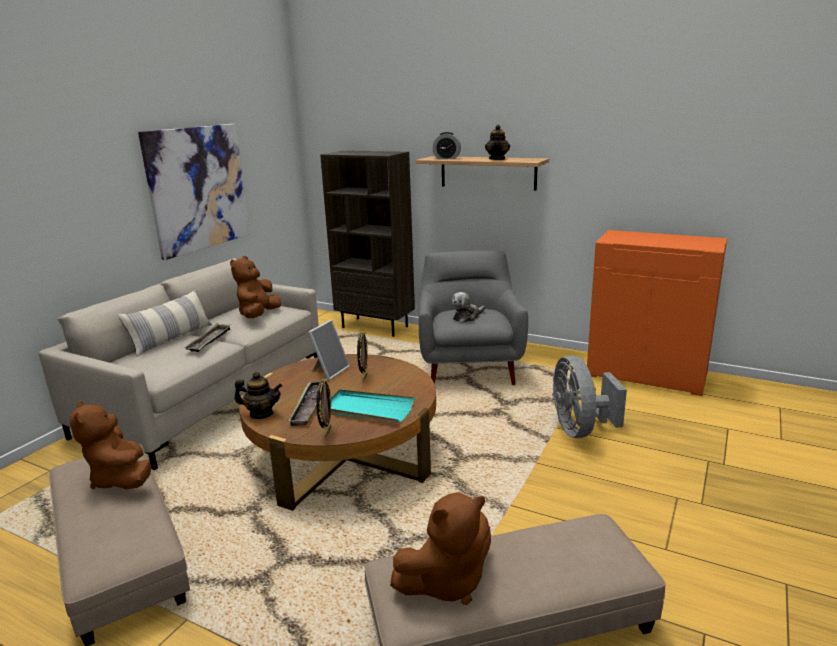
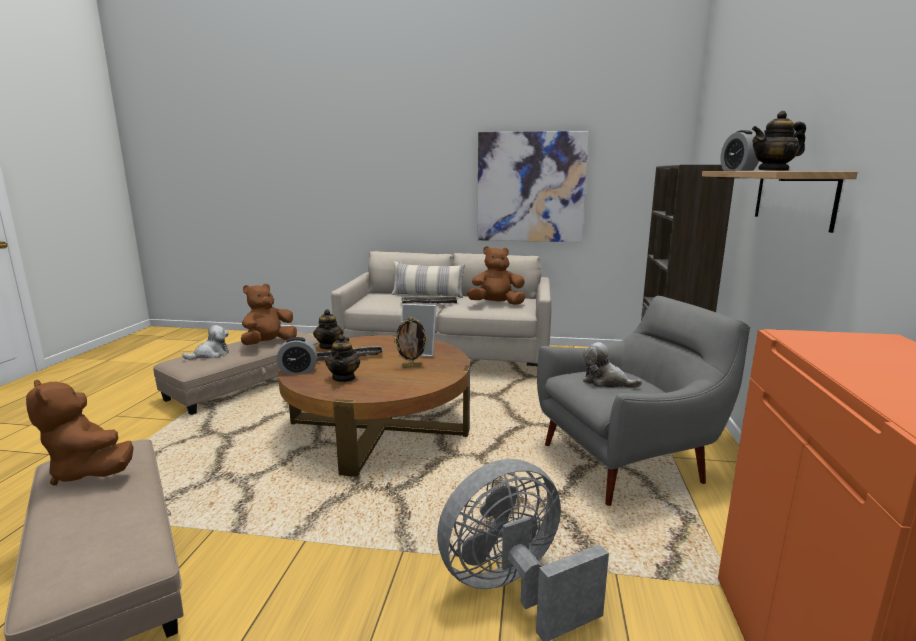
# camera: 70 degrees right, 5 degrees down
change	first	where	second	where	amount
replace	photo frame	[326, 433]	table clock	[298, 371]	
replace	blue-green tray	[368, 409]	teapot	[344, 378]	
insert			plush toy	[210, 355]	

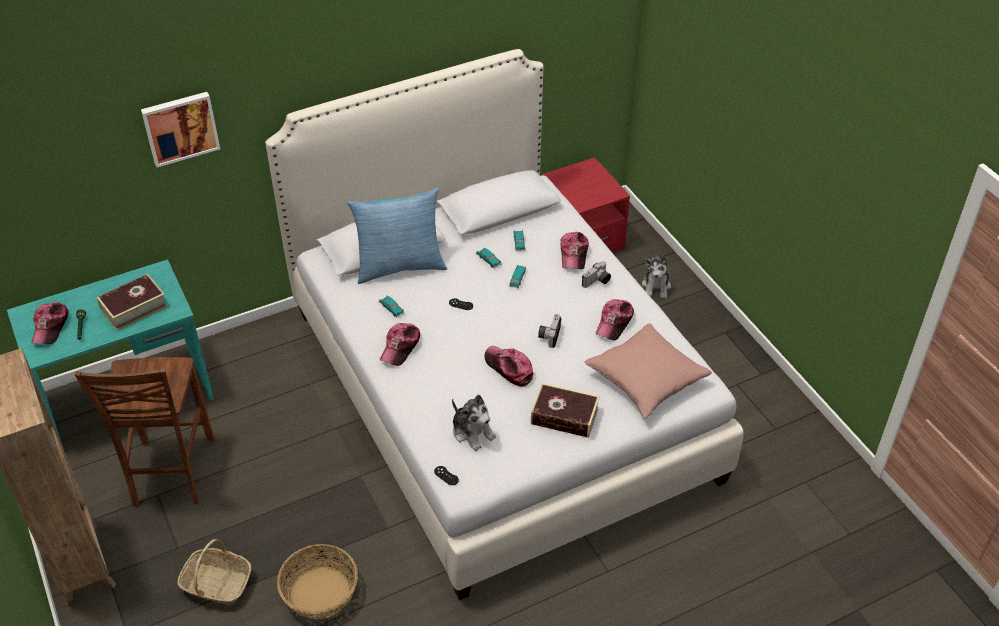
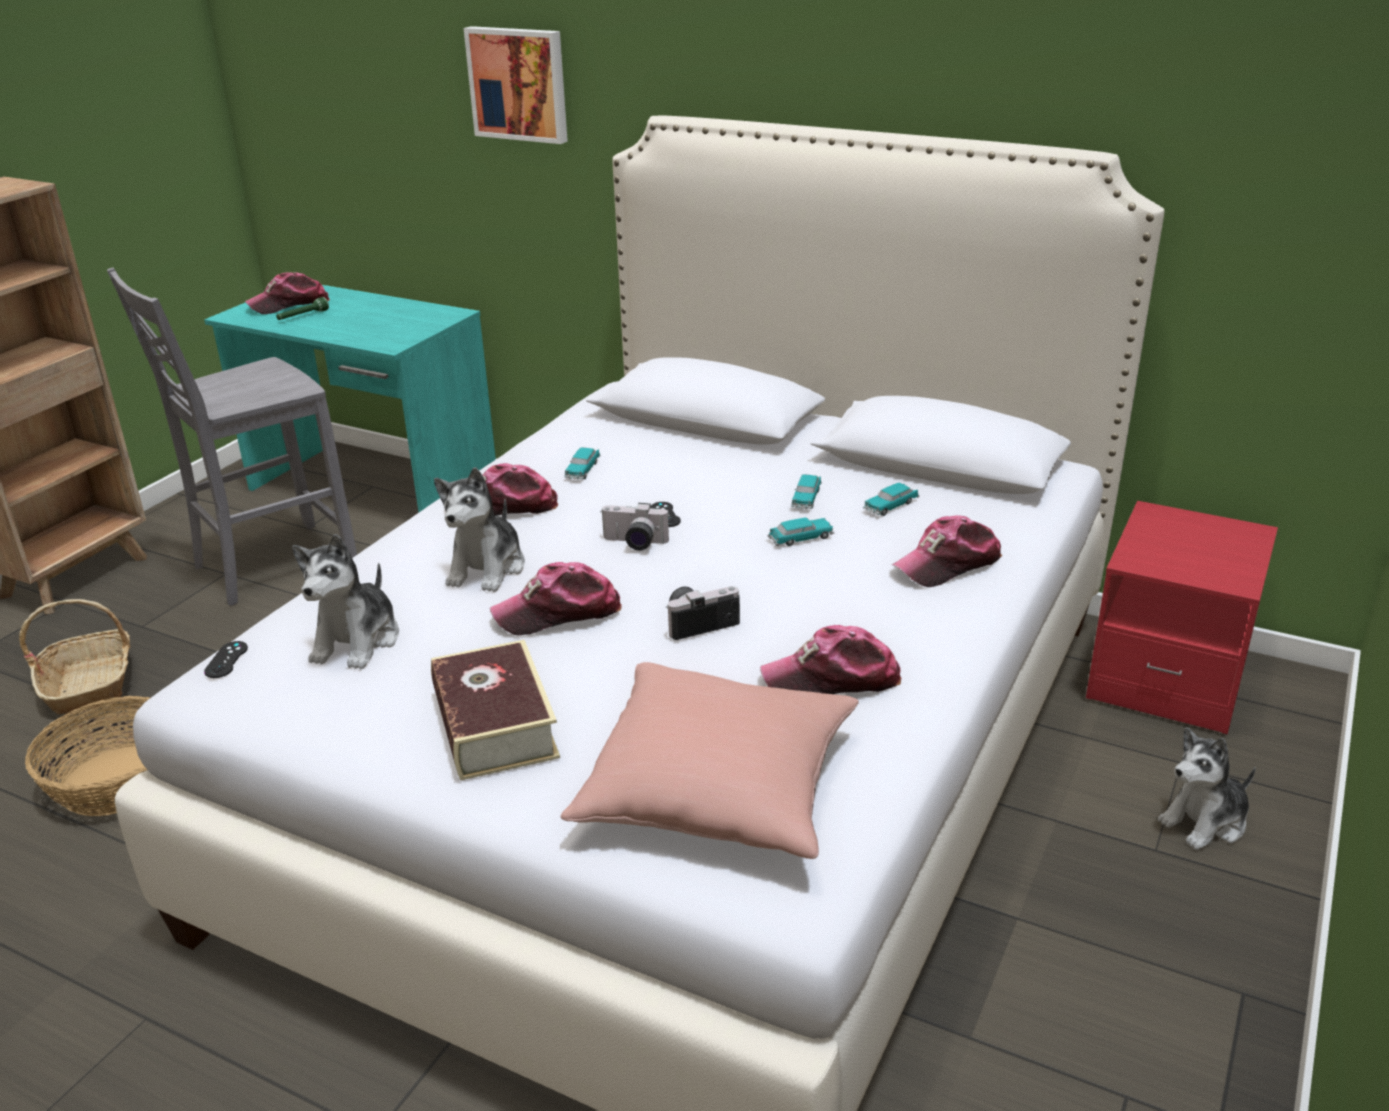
# camera: 55 degrees right, 15 degrees down
change	first	where	second	where	amount
recolor	brown plain chair	[171, 473]	greyish plain chair	[270, 565]	
delete	bound book	[134, 307]			
delete	throw pillow	[400, 266]			
rotate	cap	[509, 368]		[558, 613]	120 degrees counterclockwise
move	still camera	[597, 282]		[634, 543]	
insert			plush toy	[487, 568]	

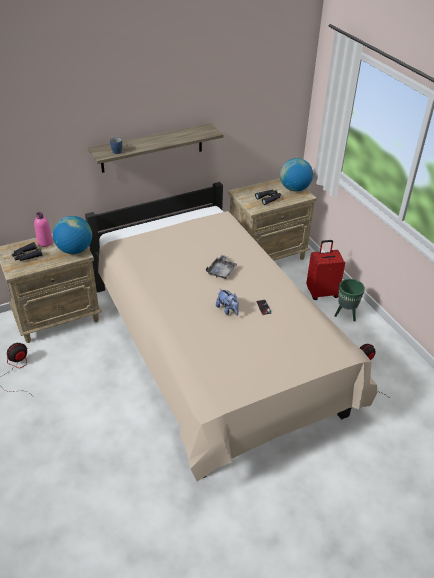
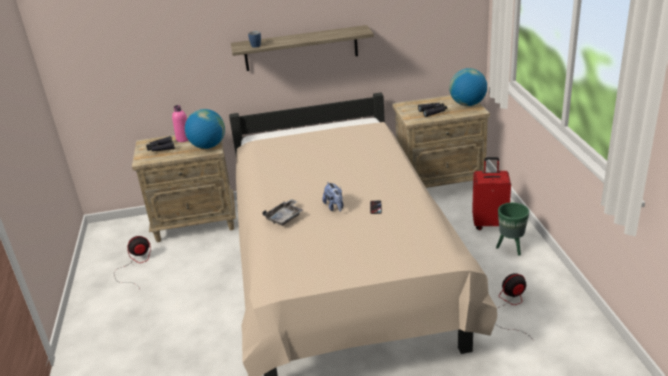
# camera: 20 degrees right, 10 degrees down
change	first	where	second	where	amount
move	greyish tray	[221, 271]		[284, 217]	

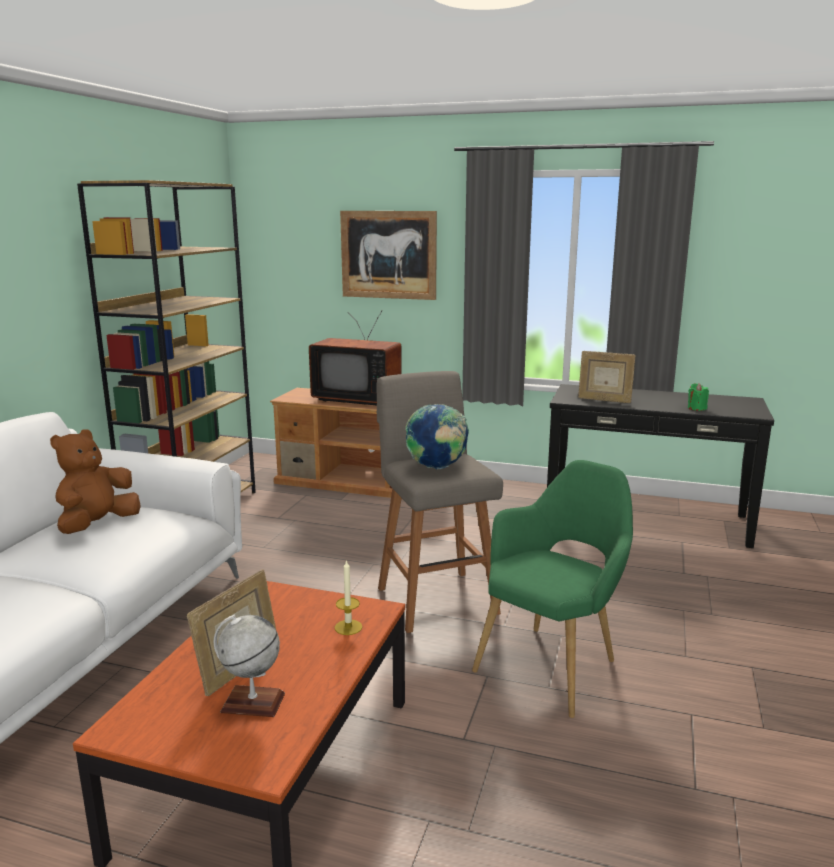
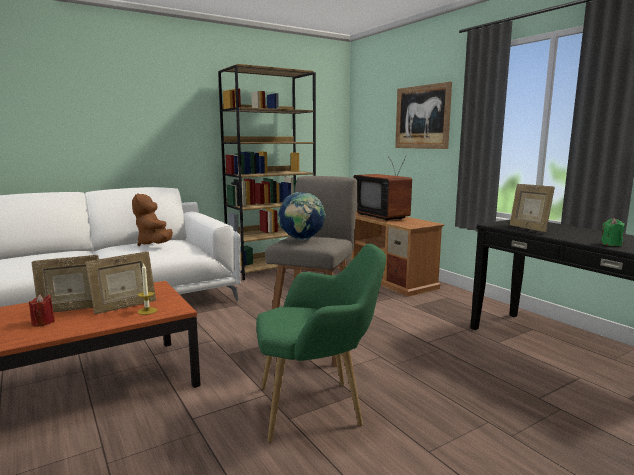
# camera: 40 degrees right, 5 degrees down
change	first	where	second	where	amount
rotate	brown plush toy	[97, 525]		[155, 244]	90 degrees counterclockwise
replace	world globe	[252, 703]	red wax candle	[43, 323]	
insert			photo frame	[124, 307]	

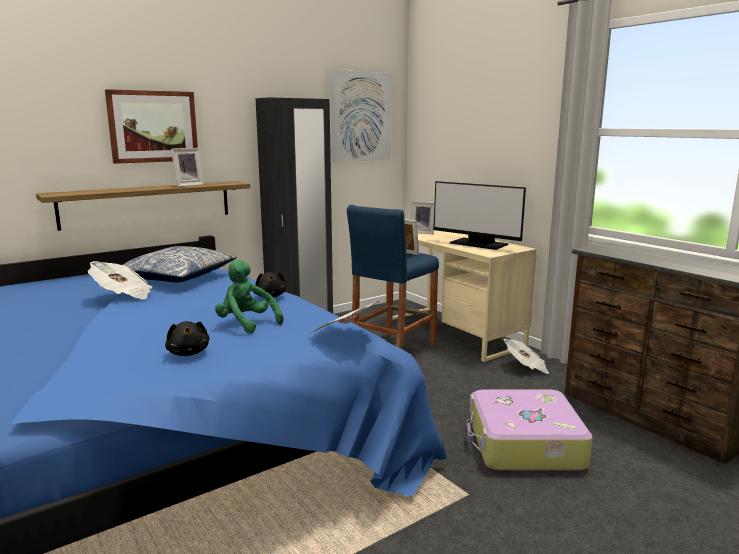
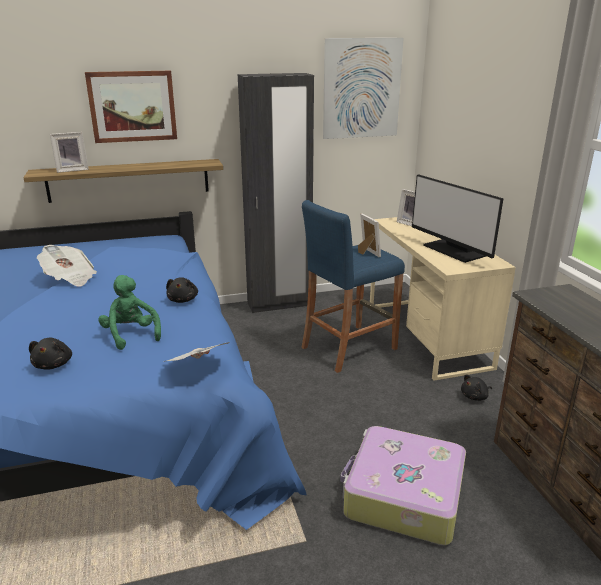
# camera: 20 degrees right, 10 degrees up
change	first	where	second	where	amount
delete	throw pillow	[178, 276]			
move	photo frame	[188, 185]		[72, 170]	
replace	newspaper	[526, 367]	black plush toy	[475, 397]	

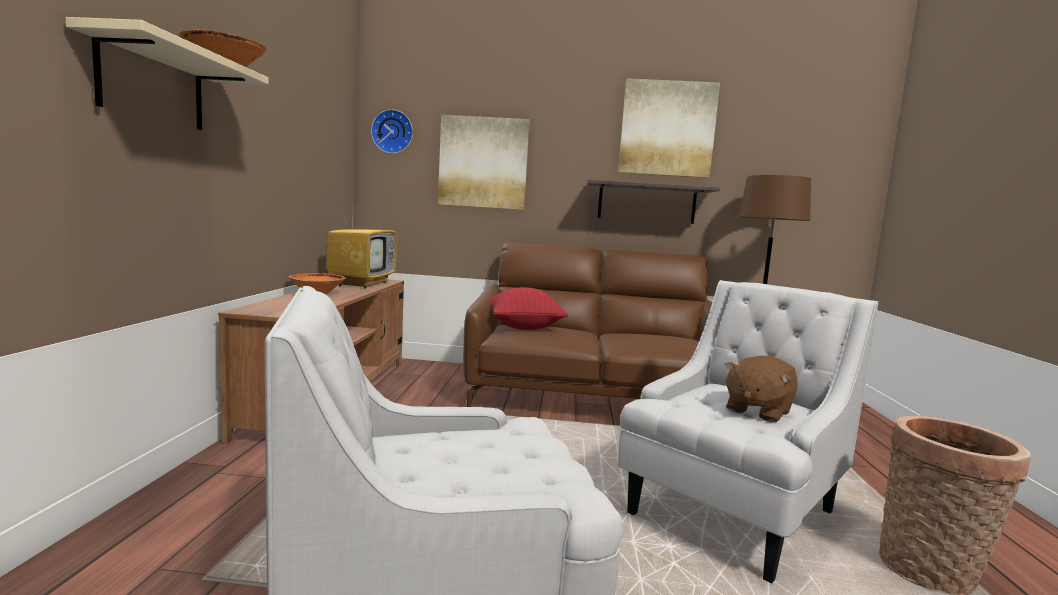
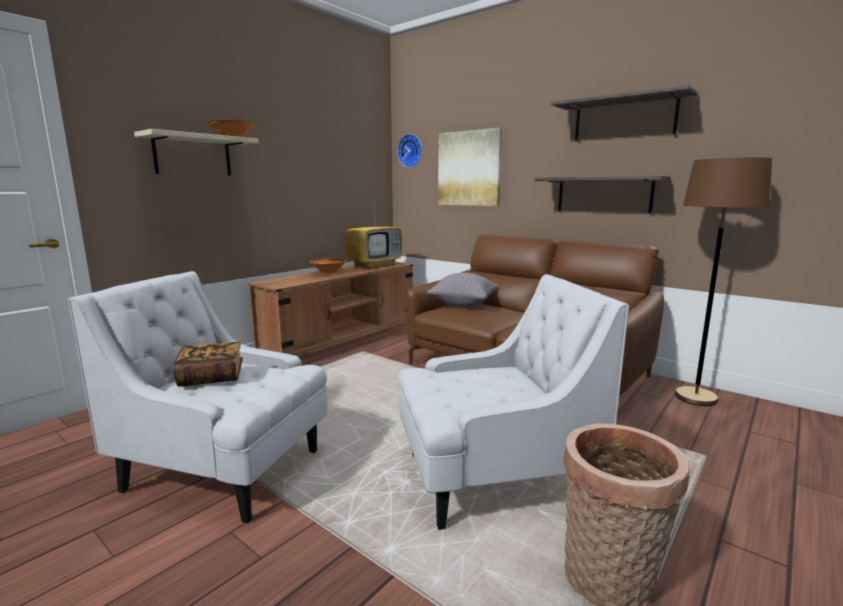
# camera: 35 degrees right, 5 degrees up
change	first	where	second	where	amount
recolor	red throw pillow	[523, 327]	greyish throw pillow	[464, 305]	
replace	wall art	[667, 129]	wall shelf	[624, 118]	
delete	brown plush toy	[757, 411]			
insert			bound book	[211, 377]	

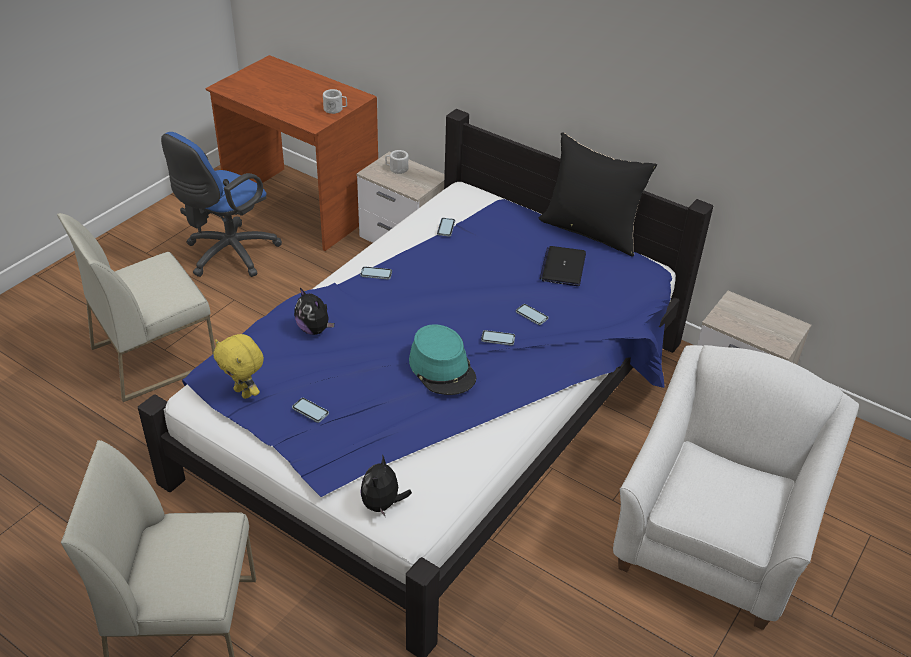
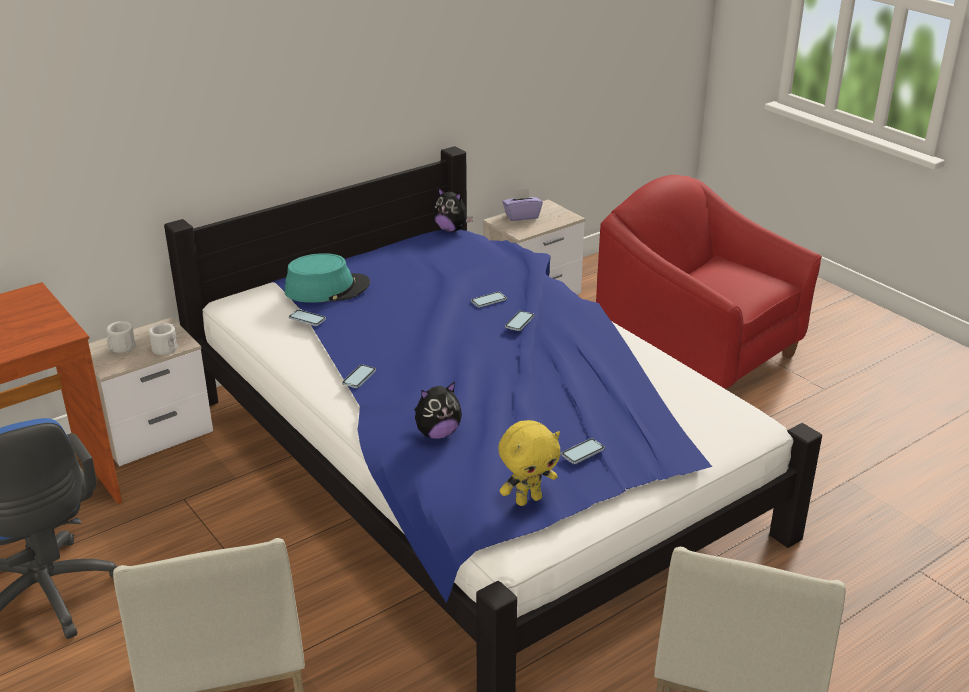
# camera: 70 degrees left, 10 degrees down
change	first	where	second	where	amount
move	whitish tea mug	[335, 109]		[166, 347]	
move	plush toy	[382, 504]		[451, 230]	
move	blue-green wearable hat	[442, 368]		[327, 288]	
delete	black throw pillow	[591, 231]			
delete	laptop	[563, 267]			
recolor	whitish easy chair	[712, 540]	red easy chair	[698, 353]	
insert			purple-coloured box of tissues	[521, 216]	

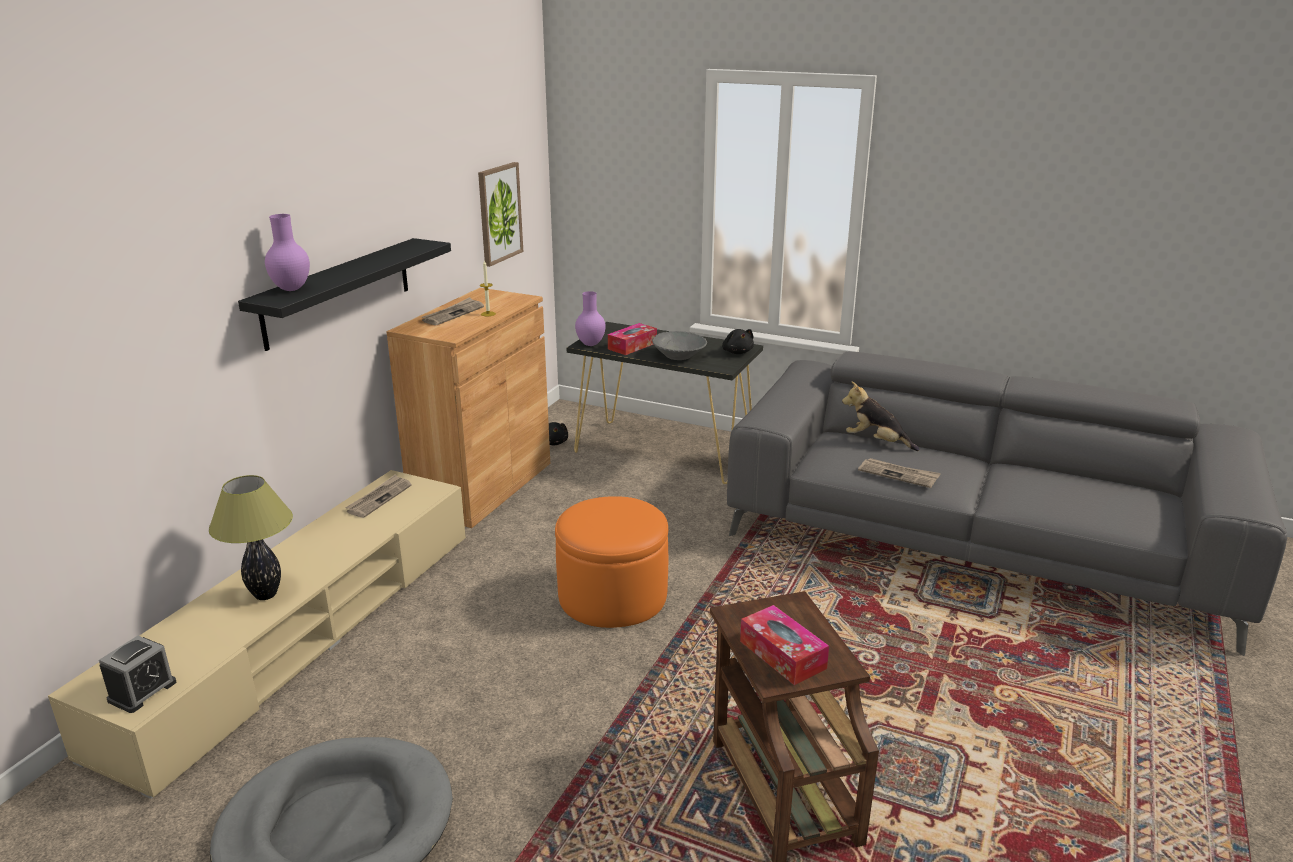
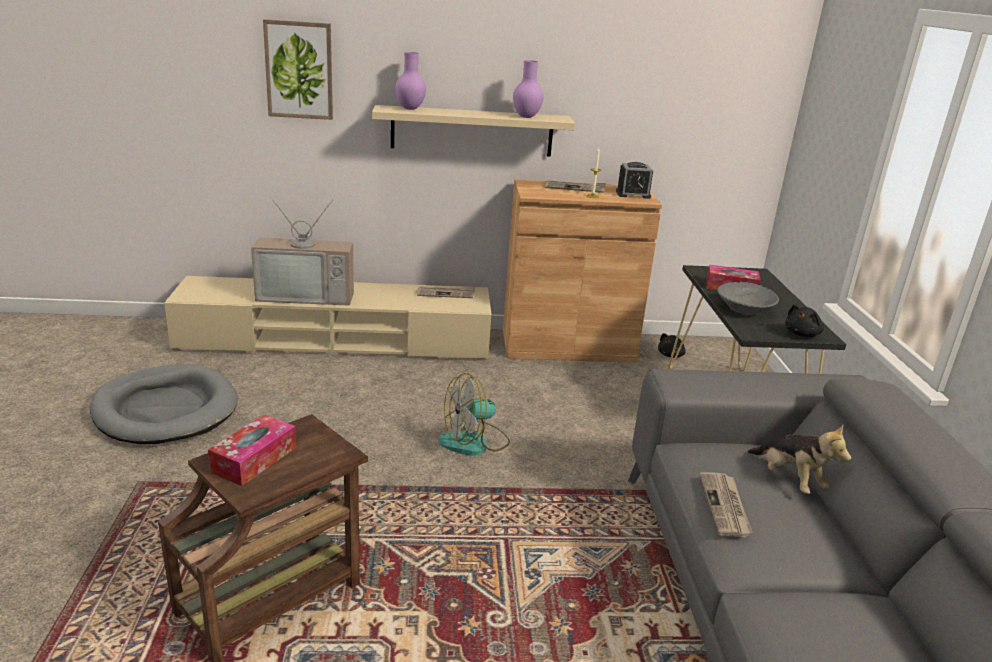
# camera: 60 degrees right, 0 degrees up
change	first	where	second	where	amount
move	table clock	[142, 691]		[633, 194]	
replace	tabletop lamp	[265, 594]	TV set	[307, 295]	
recolor	black wall shelf	[338, 292]	beige-coloured wall shelf	[472, 131]	
move	wall art	[499, 213]		[299, 70]	
replace	orangey footrest	[613, 596]	electric fan	[474, 442]	
move	purple-coloured decorative vase	[590, 344]		[526, 117]	
rotate	plush toy	[876, 442]		[790, 480]	150 degrees clockwise

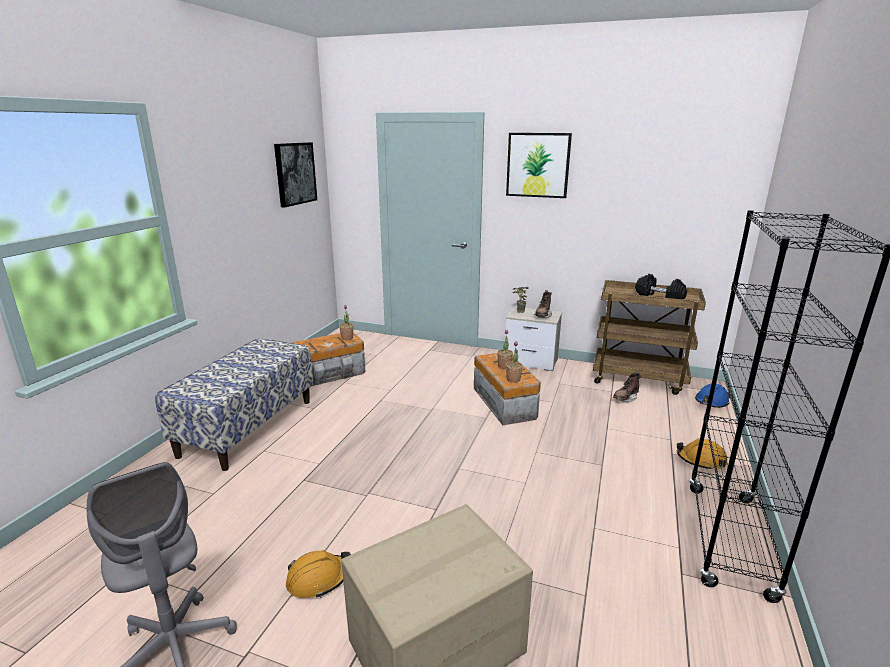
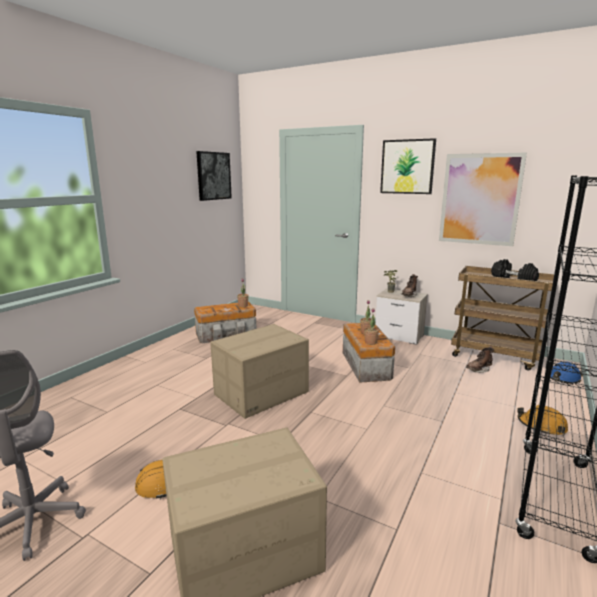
# camera: 10 degrees right, 5 degrees down
change	first	where	second	where	amount
delete	long seat	[248, 427]			
insert			carton	[261, 393]	
insert			wall art	[480, 199]	

